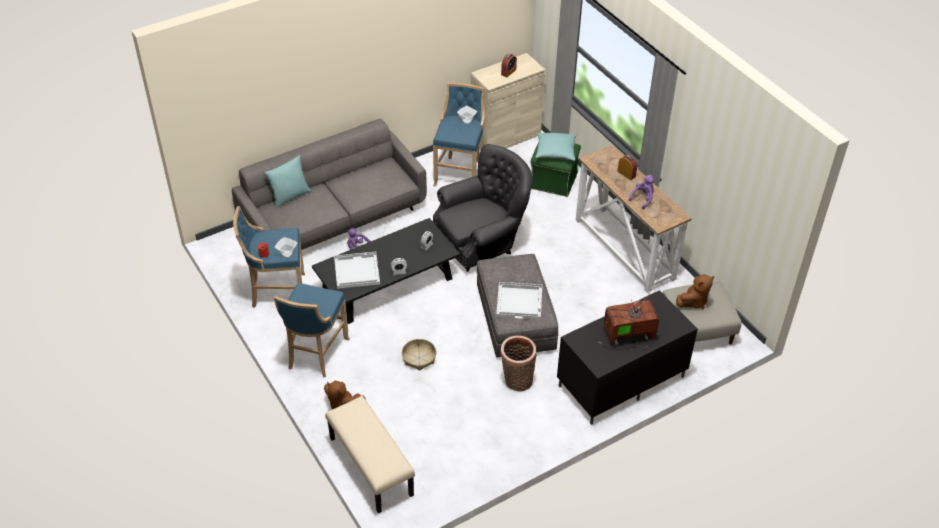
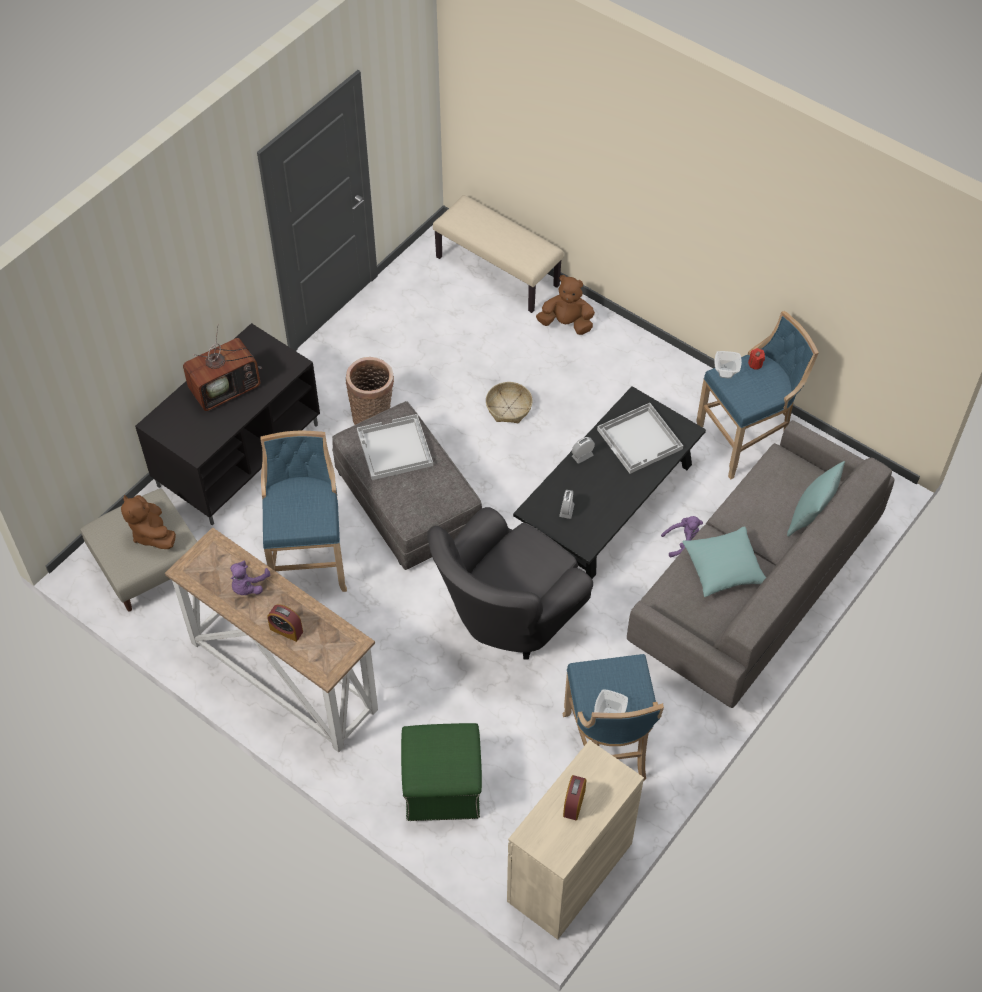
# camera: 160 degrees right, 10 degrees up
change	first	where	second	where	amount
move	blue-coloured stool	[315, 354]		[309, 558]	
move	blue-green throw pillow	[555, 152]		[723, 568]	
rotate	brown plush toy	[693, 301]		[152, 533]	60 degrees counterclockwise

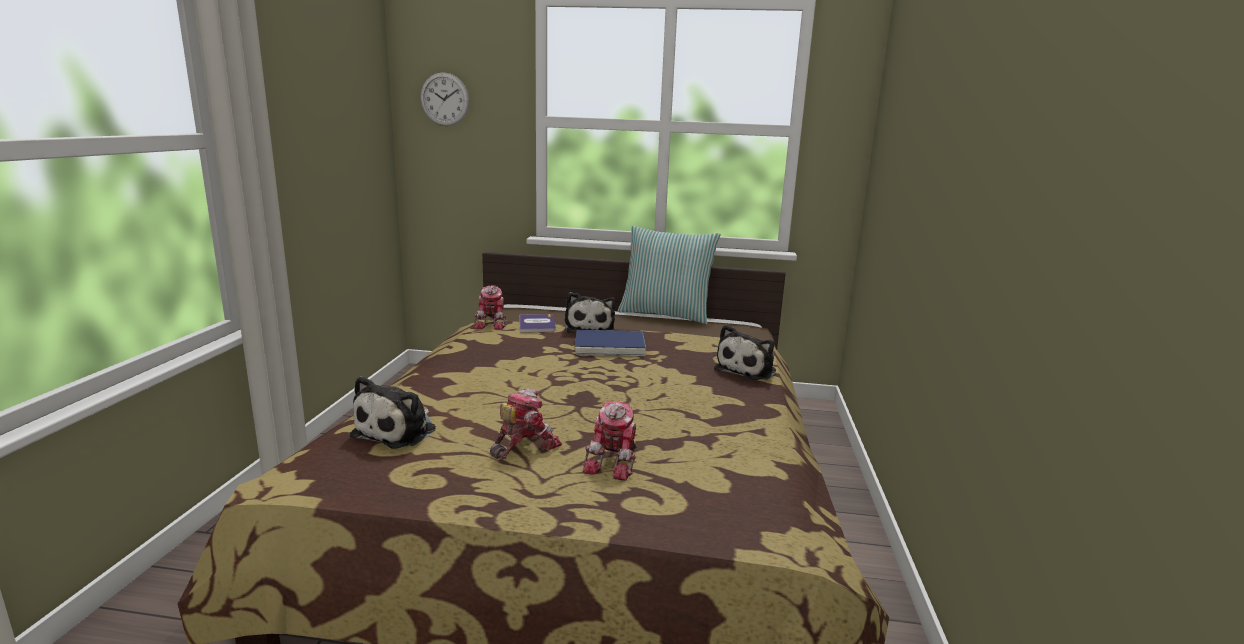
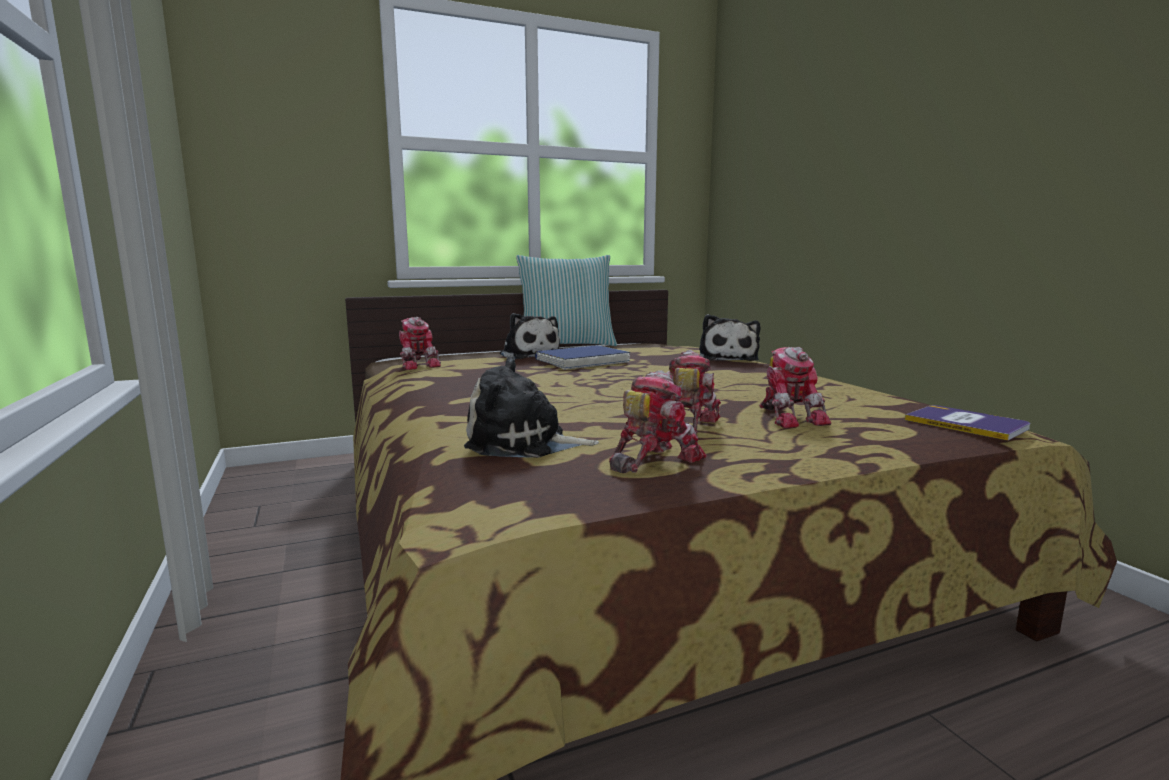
# camera: 30 degrees left, 5 degrees down
change	first	where	second	where	amount
rotate	plush toy	[398, 431]		[523, 443]	105 degrees clockwise
delete	wall clock	[444, 99]			
move	bound book	[537, 324]		[966, 424]	
insert			toy robot	[652, 459]	

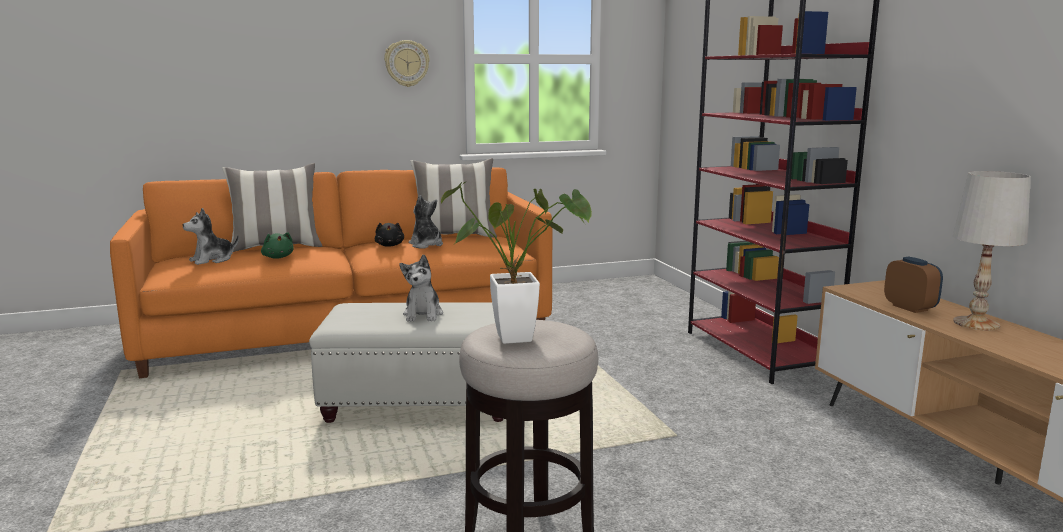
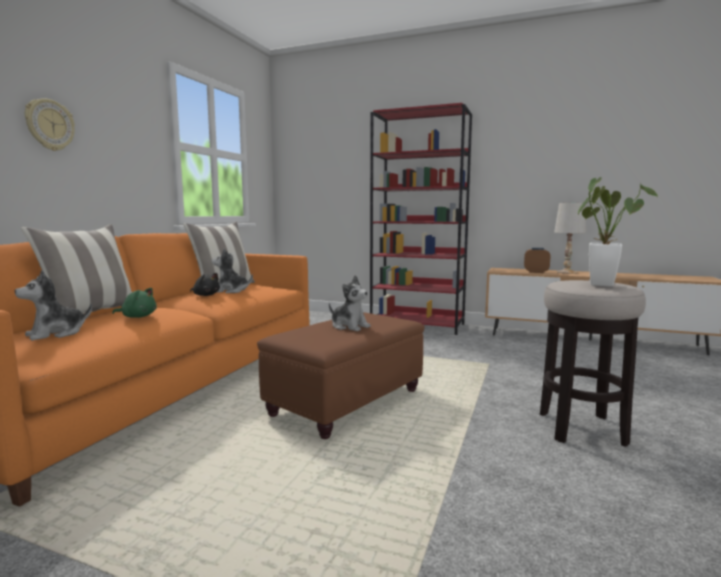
# camera: 50 degrees left, 5 degrees down
change	first	where	second	where	amount
rotate	plush toy	[212, 260]		[56, 334]	45 degrees clockwise
recolor	whitish footrest	[421, 403]	brown footrest	[347, 402]	
move	wall clock	[406, 63]		[49, 125]	

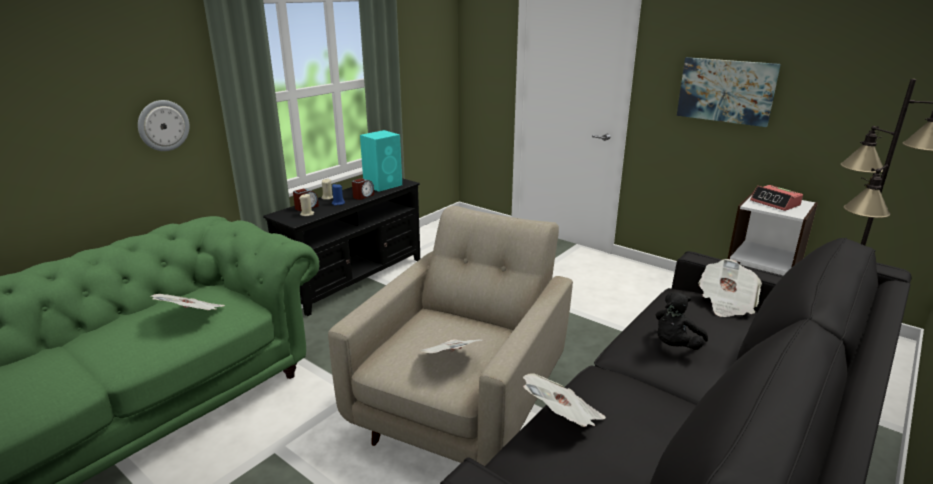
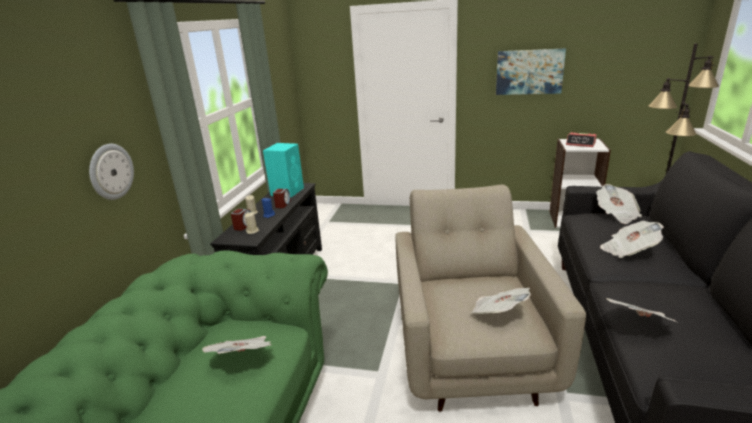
# camera: 25 degrees left, 0 degrees up
change	first	where	second	where	amount
replace	black plush toy	[675, 346]	newspaper	[628, 251]	

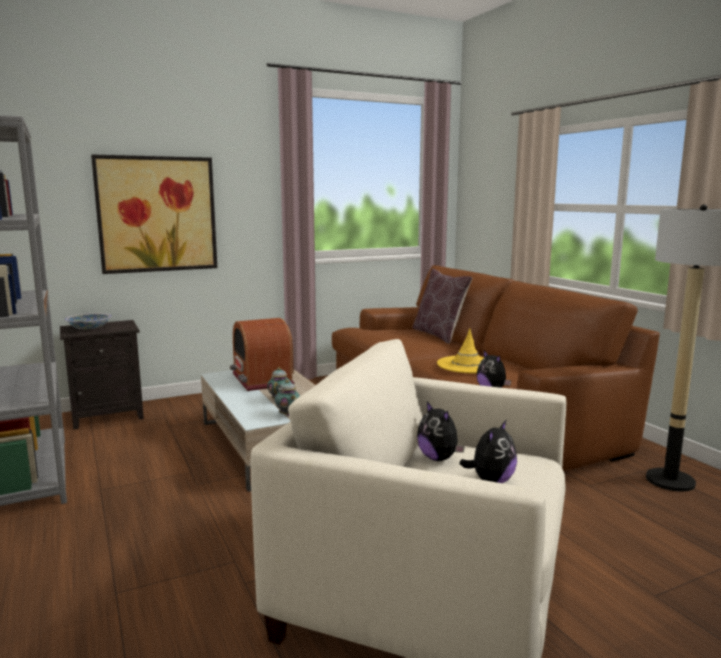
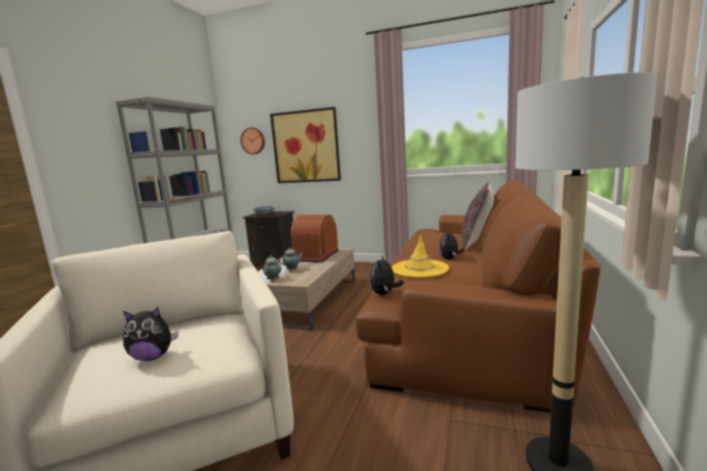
# camera: 45 degrees right, 0 degrees up
change	first	where	second	where	amount
move	plush toy	[439, 458]		[450, 259]	
insert			wall clock	[253, 141]	

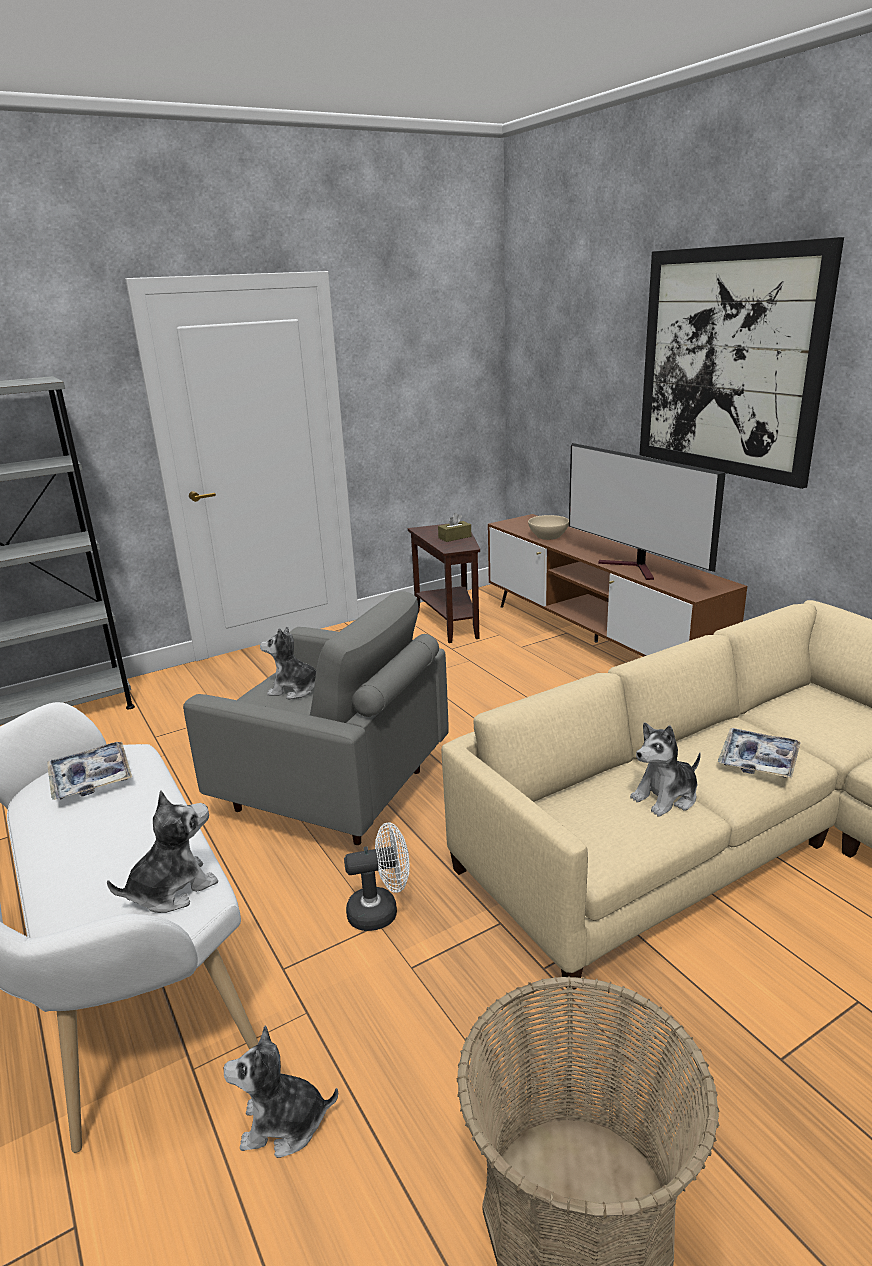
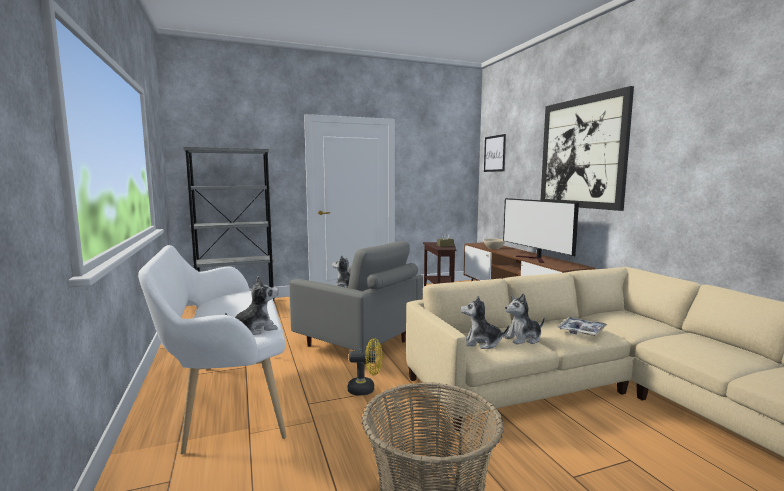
# camera: 10 degrees right, 15 degrees down
change	first	where	second	where	amount
delete	tray	[91, 778]			
move	plush toy	[283, 1124]		[481, 343]	
recolor	whitish electric fan	[381, 911]	yellow electric fan	[366, 389]	
insert			wall art	[494, 153]	

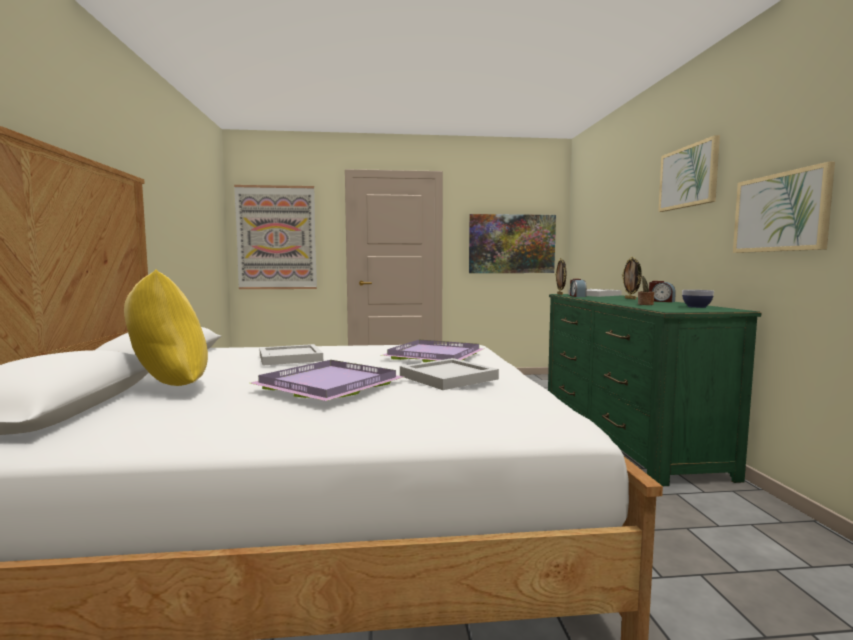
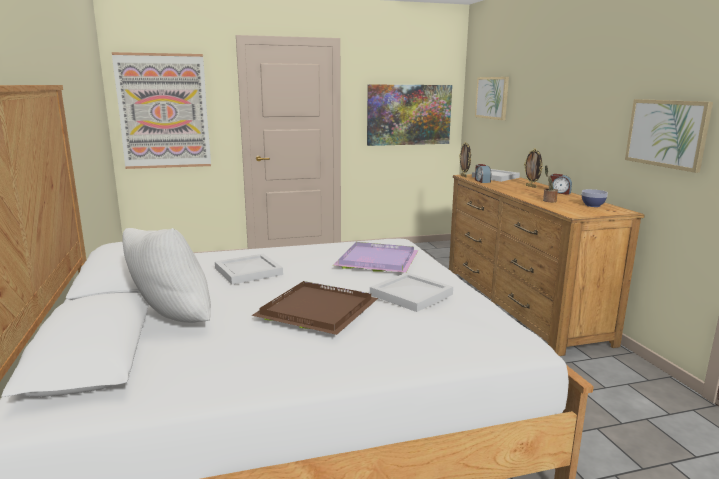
# camera: 10 degrees left, 10 degrees up
change	first	where	second	where	amount
recolor	yellow throw pillow	[167, 388]	whitish throw pillow	[170, 322]	
recolor	purple-coloured tray	[325, 385]	brown tray	[315, 311]	
recolor	green drawer chest	[623, 432]	brown drawer chest	[520, 304]	
move	wall art	[688, 177]		[492, 98]	

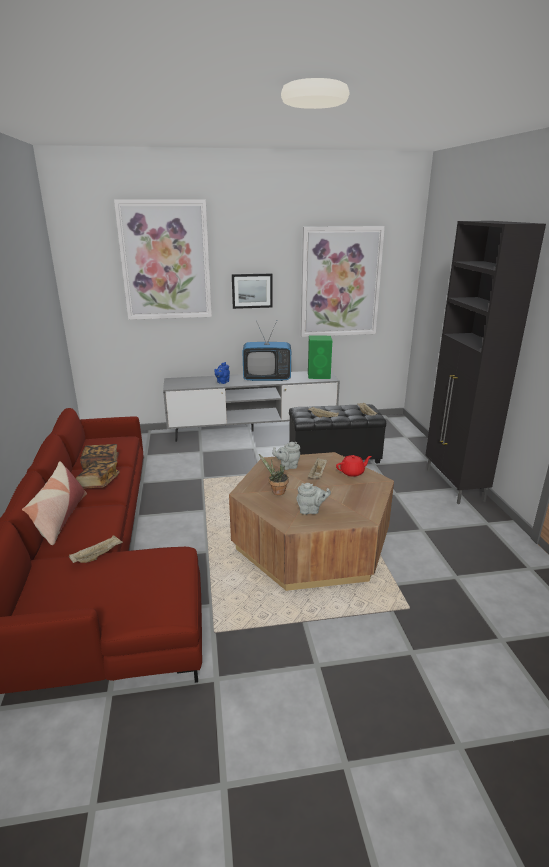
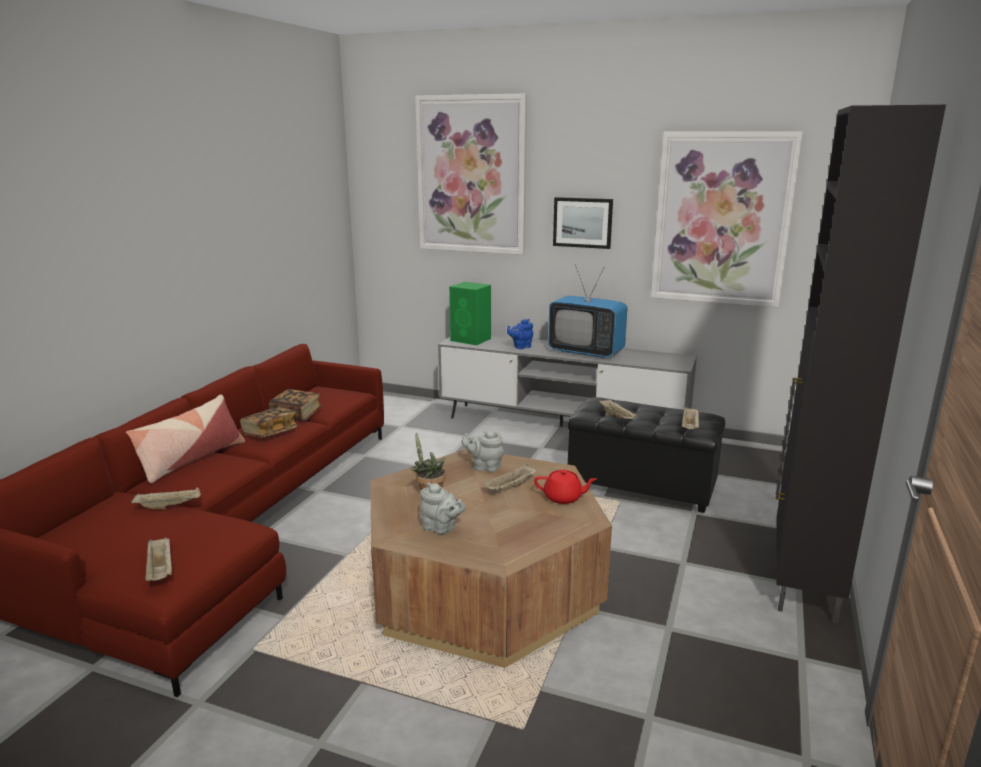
# camera: 30 degrees right, 5 degrees down
change	first	where	second	where	amount
move	green audio speaker	[319, 375]		[471, 340]	
insert			beige-coloured tray	[161, 570]	

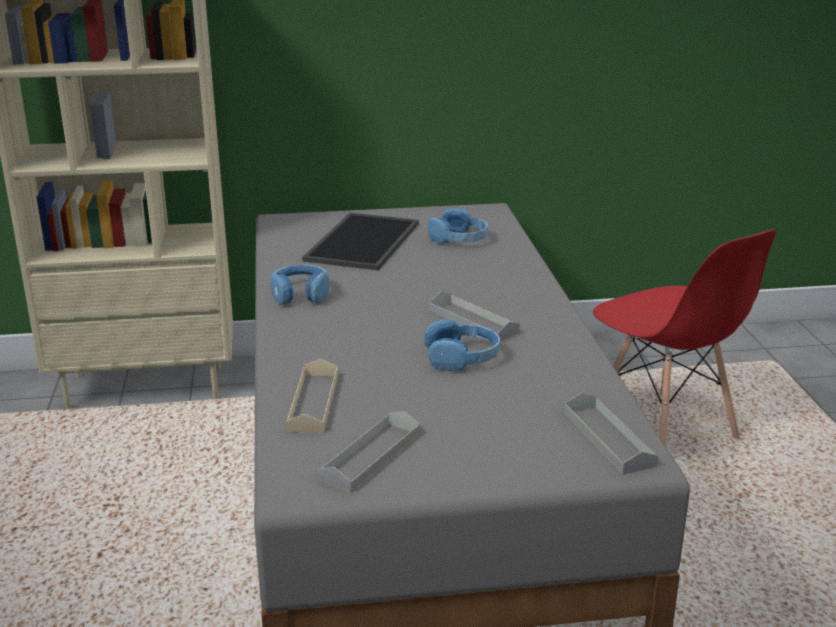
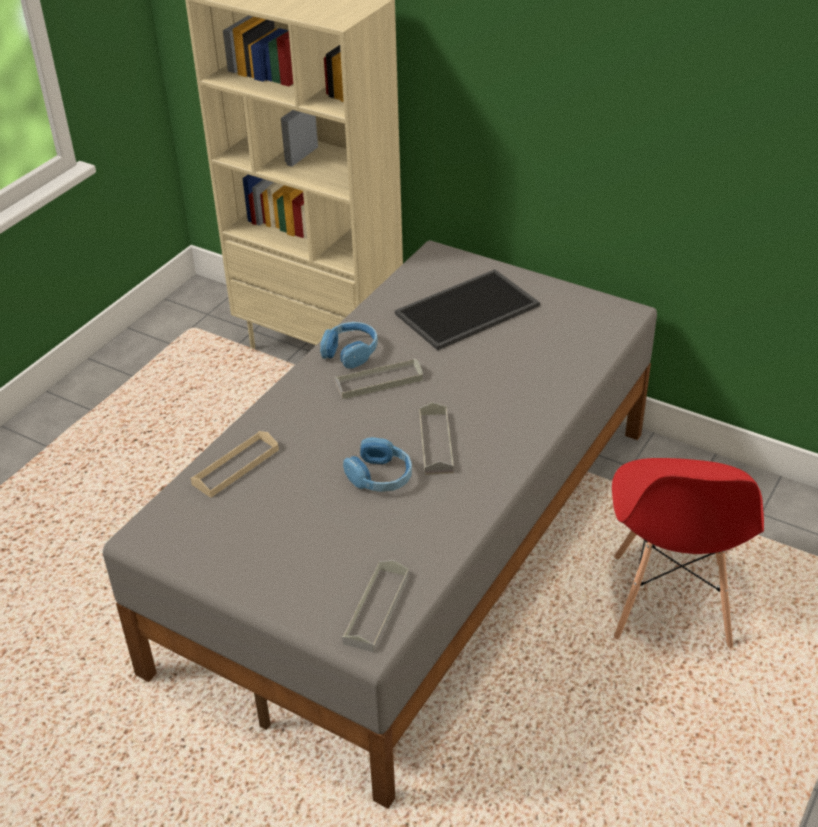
# camera: 40 degrees right, 15 degrees up
change	first	where	second	where	amount
move	greyish tray	[370, 456]		[379, 381]	
delete	blue-coloured headphones	[459, 239]			

